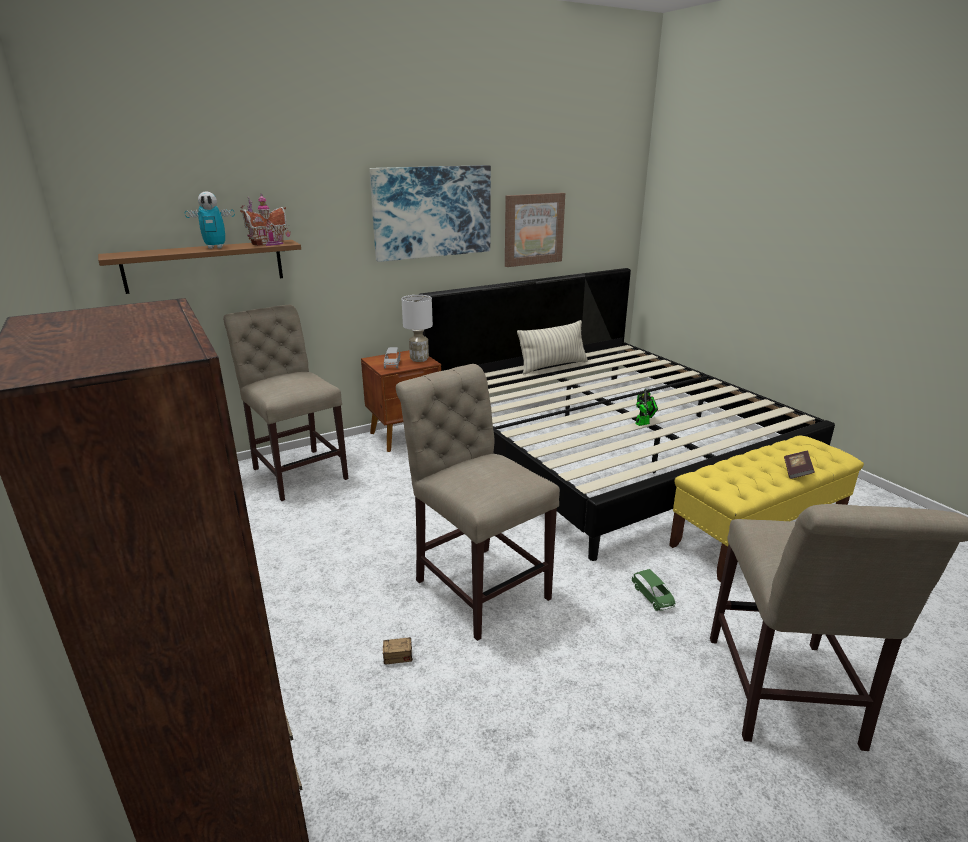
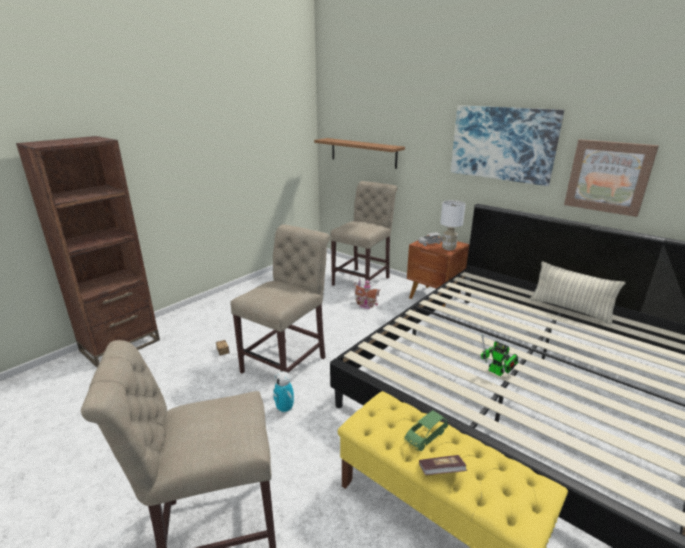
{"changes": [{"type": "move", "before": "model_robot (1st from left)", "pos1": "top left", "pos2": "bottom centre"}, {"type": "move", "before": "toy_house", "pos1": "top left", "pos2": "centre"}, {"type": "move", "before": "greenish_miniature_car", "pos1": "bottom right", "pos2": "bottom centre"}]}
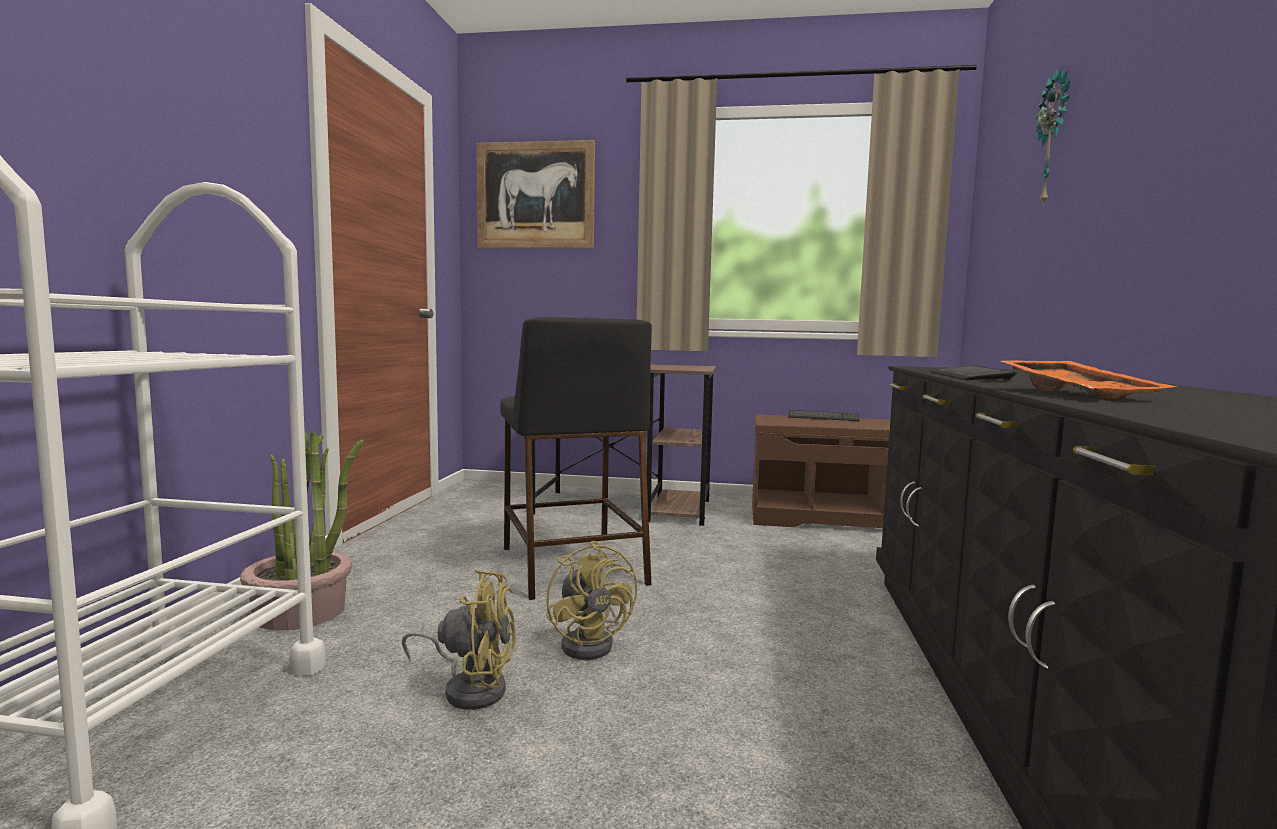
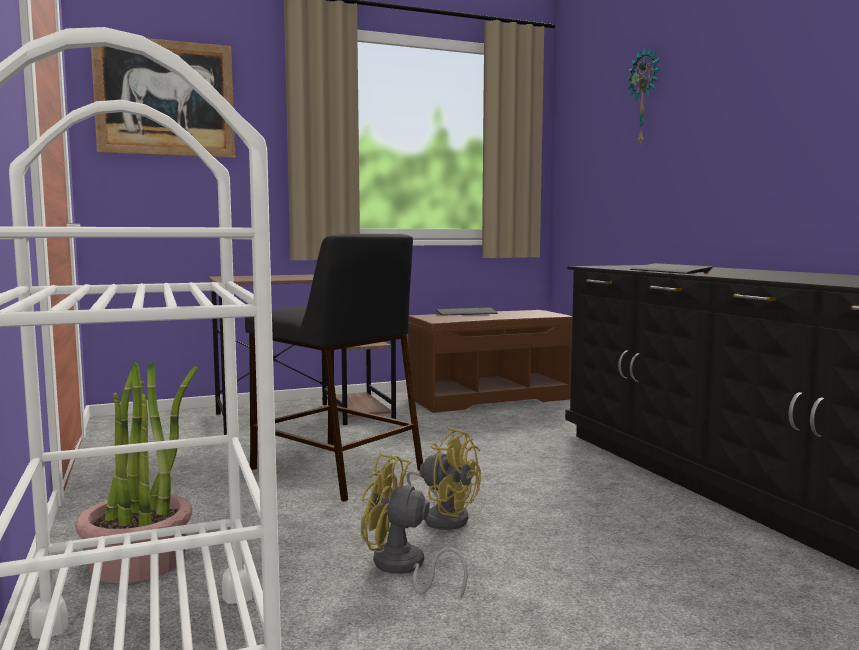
{"changes": [{"type": "rotate", "before": "yellow_electric_fan (1st from left)", "pos1": "bottom centre", "pos2": "bottom centre", "turn": -135}, {"type": "delete", "before": "orange_serving_tray", "pos1": "middle right"}]}
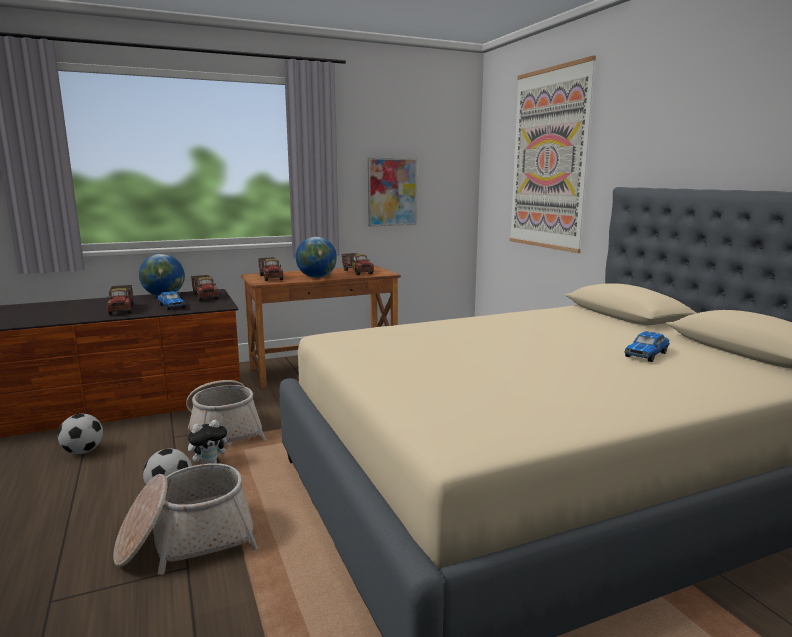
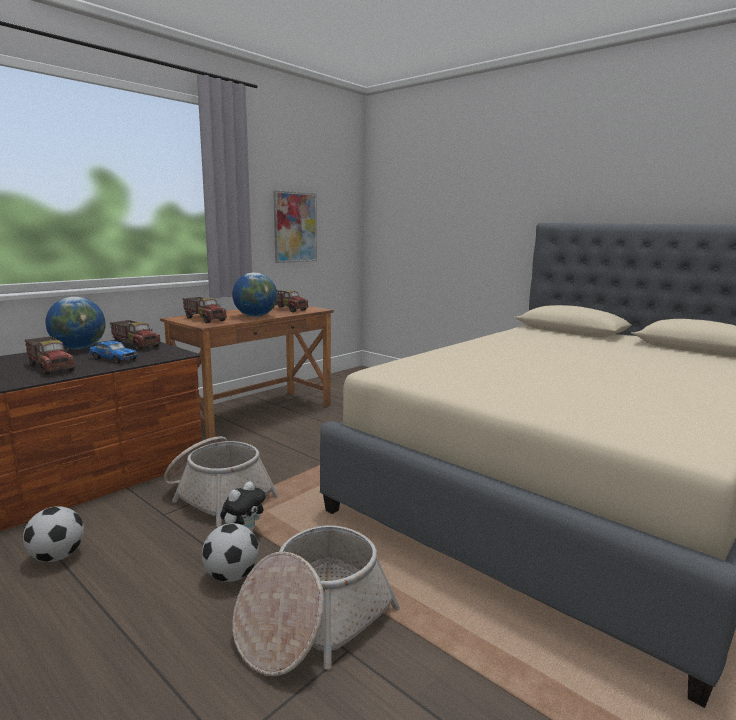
{"changes": [{"type": "delete", "before": "wall_picture (2nd from left)", "pos1": "top right"}, {"type": "delete", "before": "miniature_car (2nd from left)", "pos1": "middle right"}]}
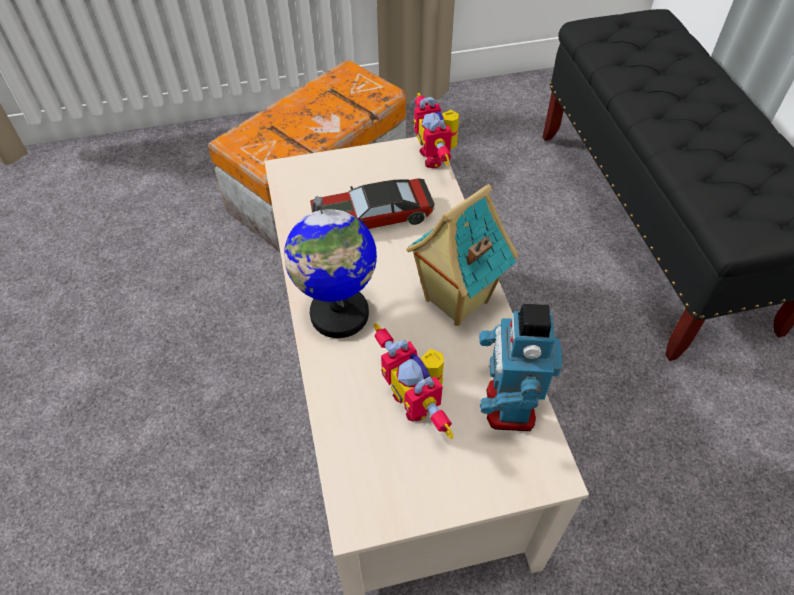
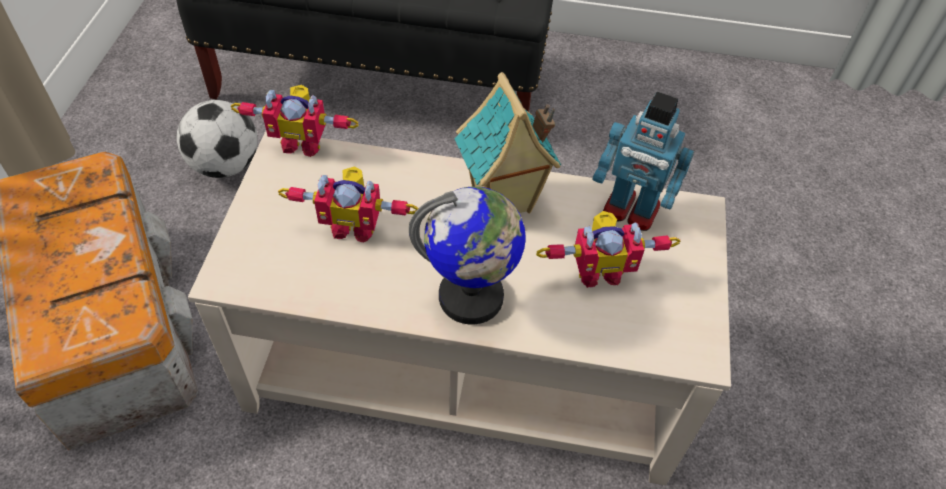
{"changes": [{"type": "replace", "before": "miniature_car", "after": "model_robot (2nd from left)", "pos1": "centre", "pos2": "centre"}, {"type": "insert", "after": "ball_for_football", "pos2": "top left"}]}
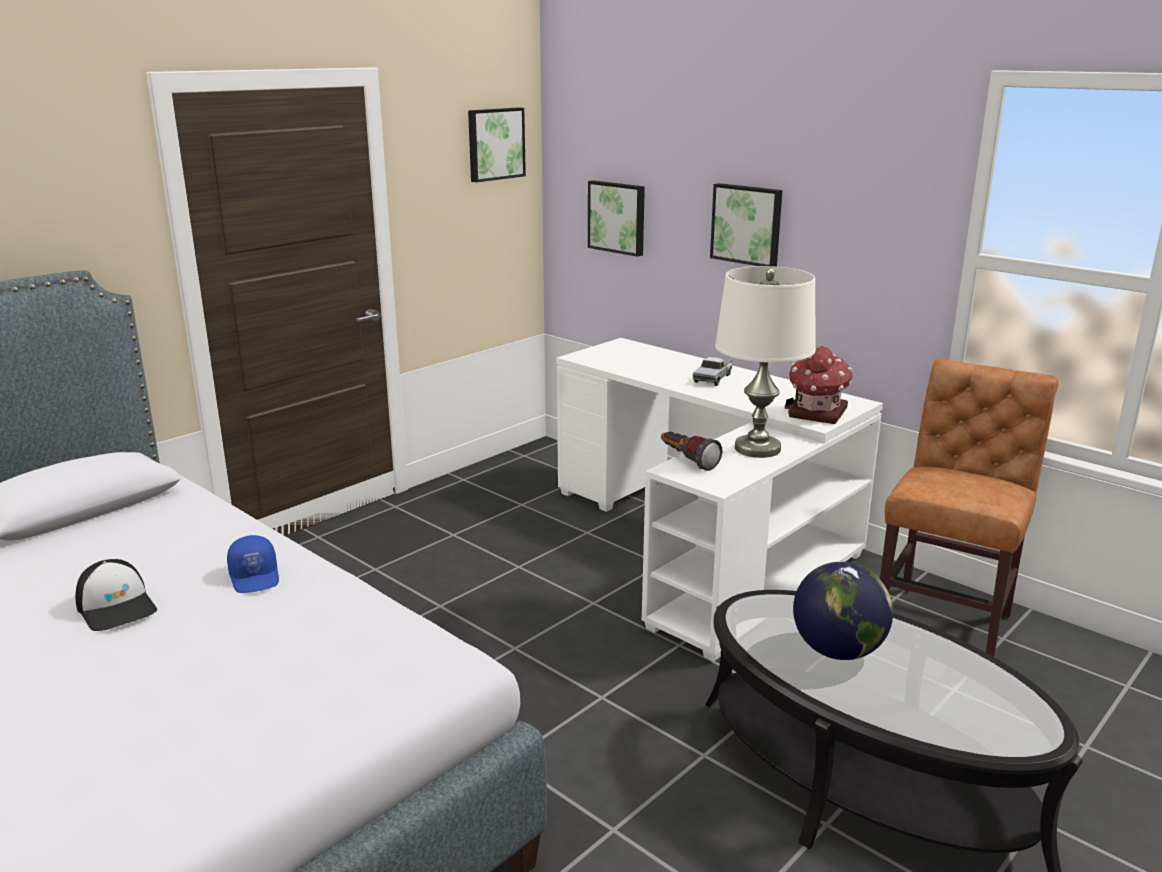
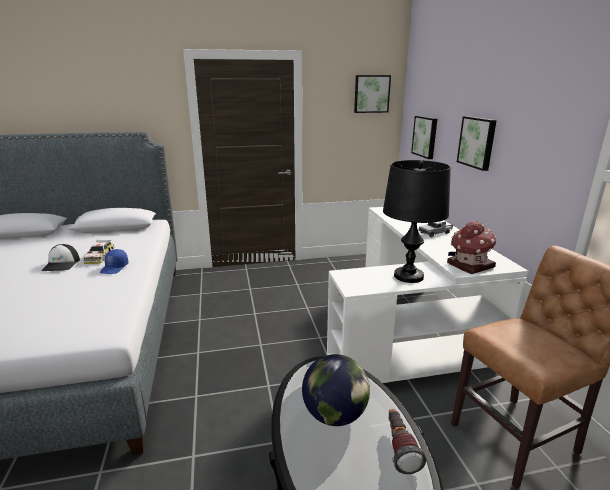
{"changes": [{"type": "move", "before": "torch", "pos1": "centre", "pos2": "bottom right"}, {"type": "recolor", "before": "white-coloured_lamp_for_a_table", "after": "blackish_lamp_for_a_table", "pos1": "centre", "pos2": "middle right"}, {"type": "insert", "after": "miniature_car", "pos2": "middle left"}]}
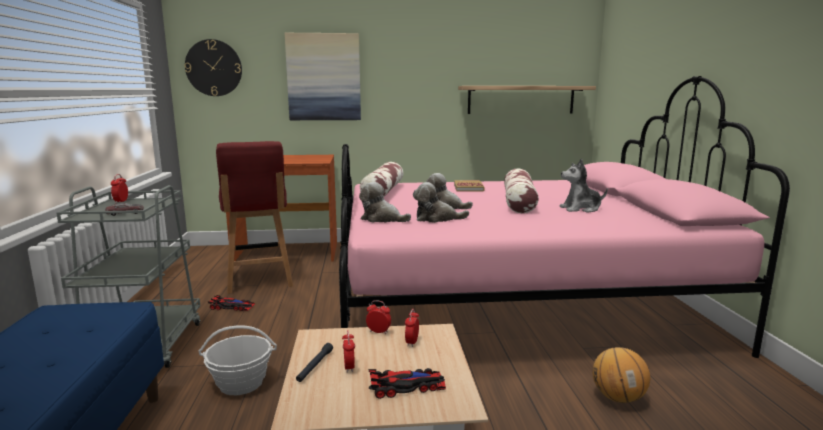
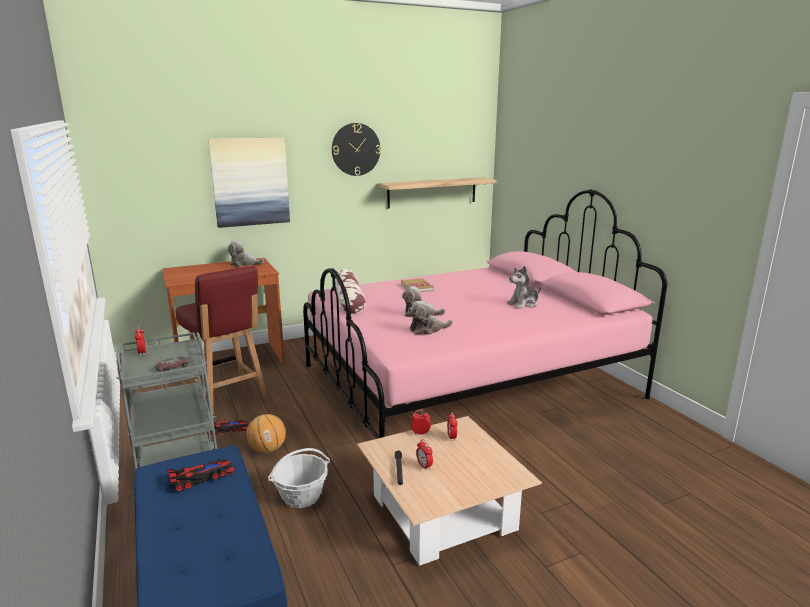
{"changes": [{"type": "move", "before": "wall_clock", "pos1": "top left", "pos2": "top centre"}, {"type": "move", "before": "cuddly_toy (1st from left)", "pos1": "centre", "pos2": "middle left"}, {"type": "move", "before": "miniature_car (3rd from left in the first image)", "after": "miniature_car (2nd from left)", "pos1": "bottom centre", "pos2": "bottom left"}, {"type": "delete", "before": "cushion (2nd from left)", "pos1": "centre"}, {"type": "move", "before": "basketball_ball", "pos1": "bottom right", "pos2": "bottom left"}]}
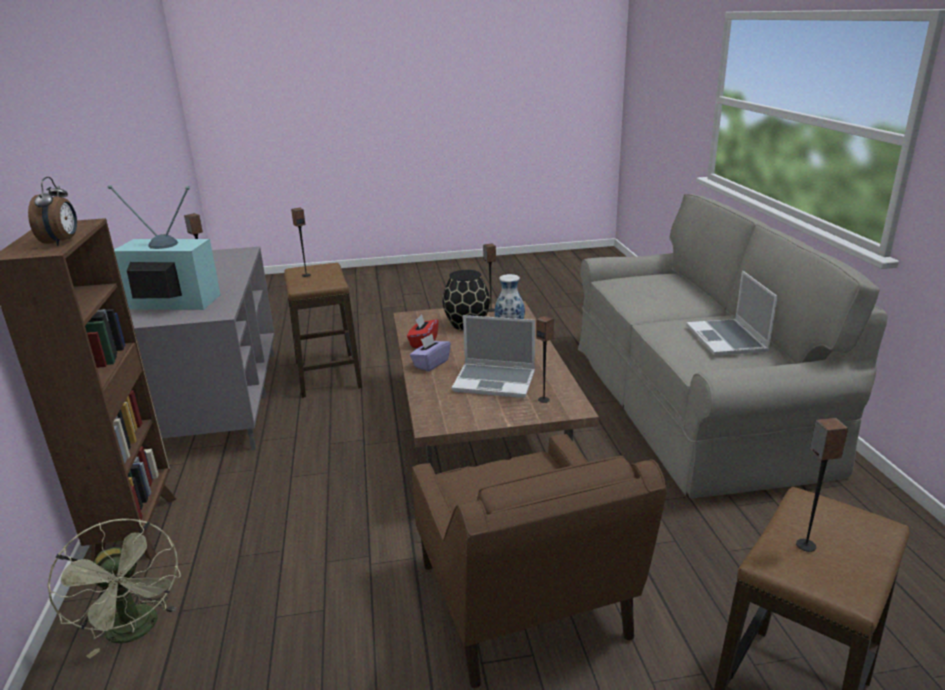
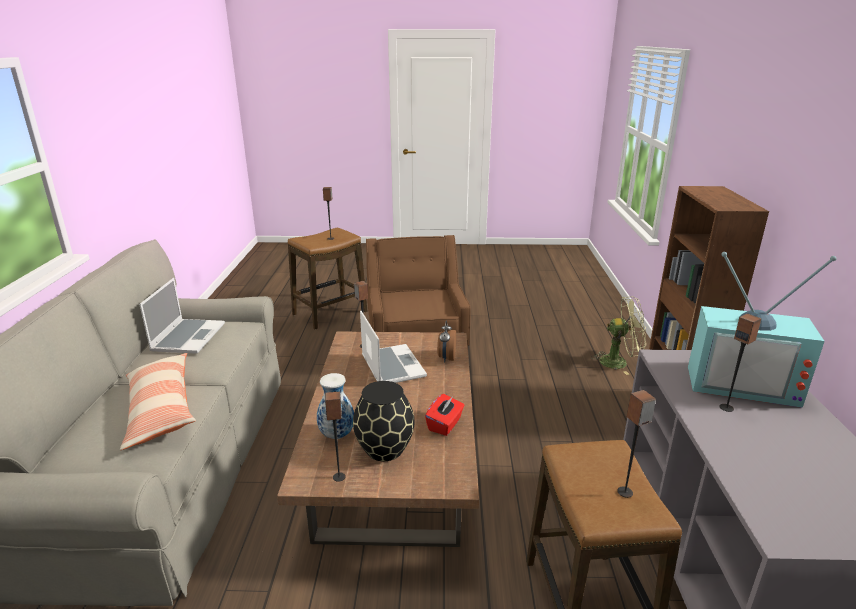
{"changes": [{"type": "move", "before": "bedside_clock", "pos1": "top left", "pos2": "centre"}, {"type": "rotate", "before": "greenish_electric_fan", "pos1": "bottom left", "pos2": "middle right", "turn": 120}, {"type": "delete", "before": "purple-coloured_box_of_tissues", "pos1": "centre"}, {"type": "rotate", "before": "portable_computer (1st from left in the first image)", "pos1": "centre", "pos2": "centre", "turn": 45}, {"type": "insert", "after": "cushion", "pos2": "middle left"}]}
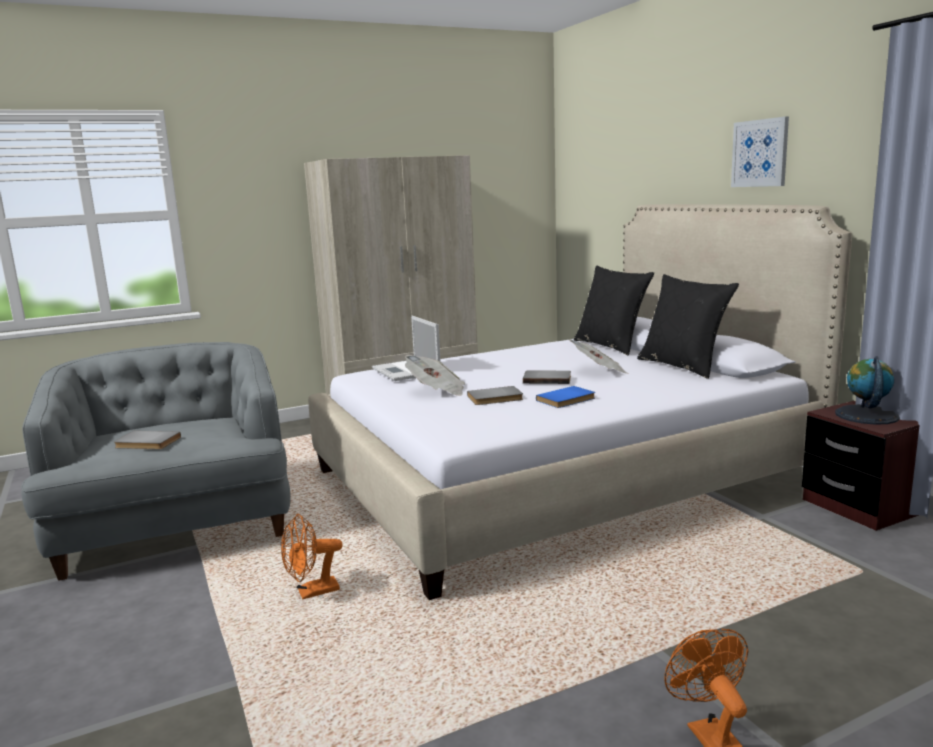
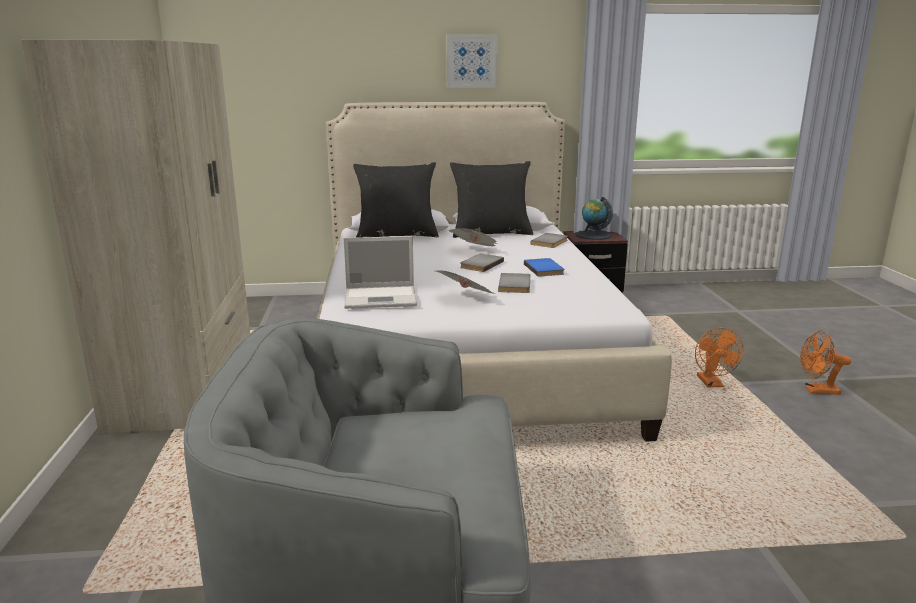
{"changes": [{"type": "move", "before": "grey_volume (1st from left in the first image)", "after": "grey_volume (3rd from left)", "pos1": "middle left", "pos2": "centre"}, {"type": "move", "before": "orange_electric_fan (1st from left)", "pos1": "bottom centre", "pos2": "middle right"}]}
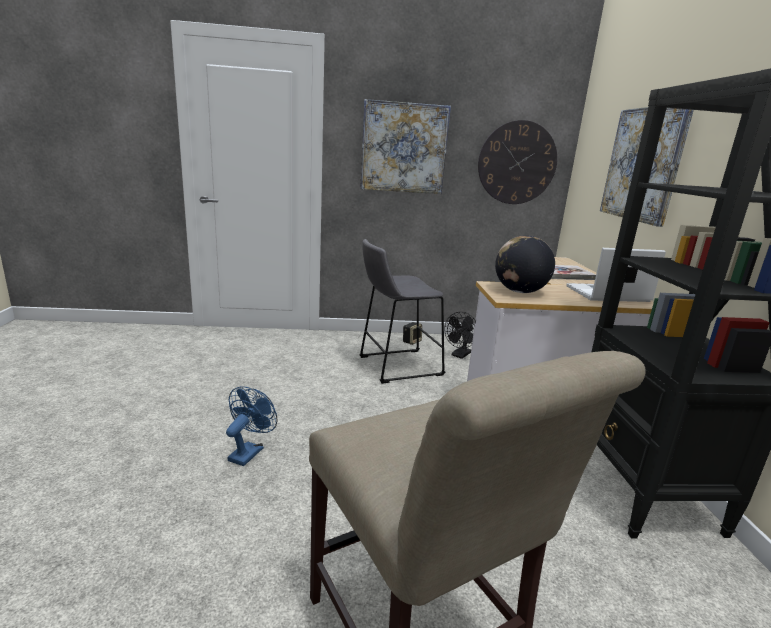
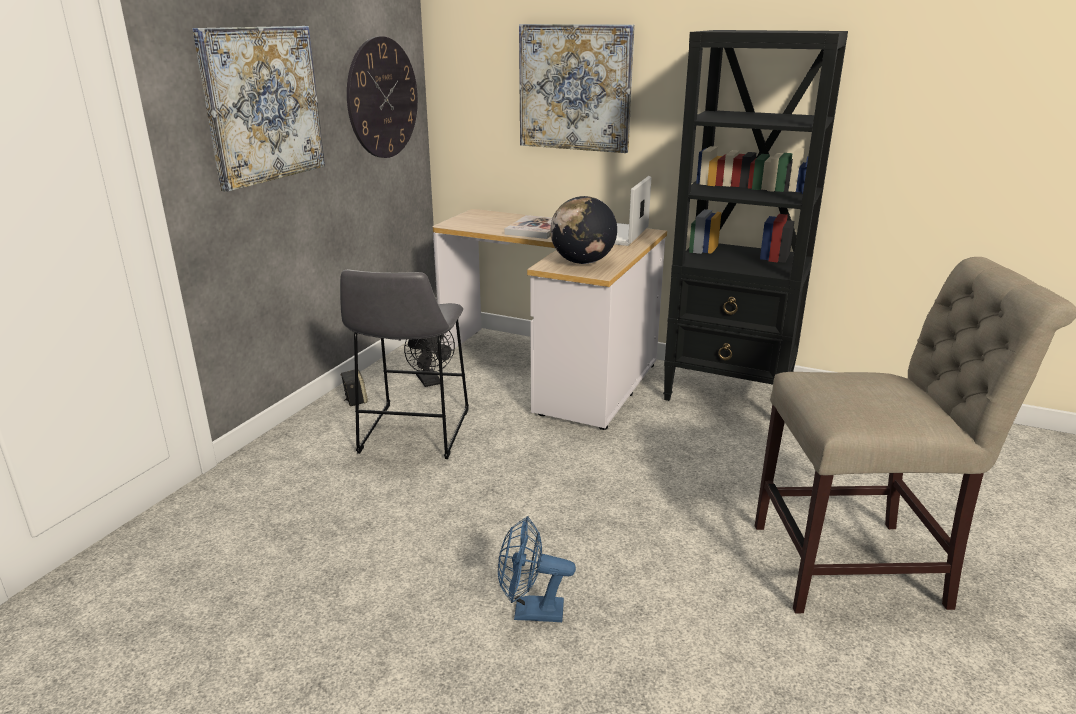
{"changes": [{"type": "rotate", "before": "blue_electric_fan", "pos1": "bottom left", "pos2": "bottom centre", "turn": -45}]}
